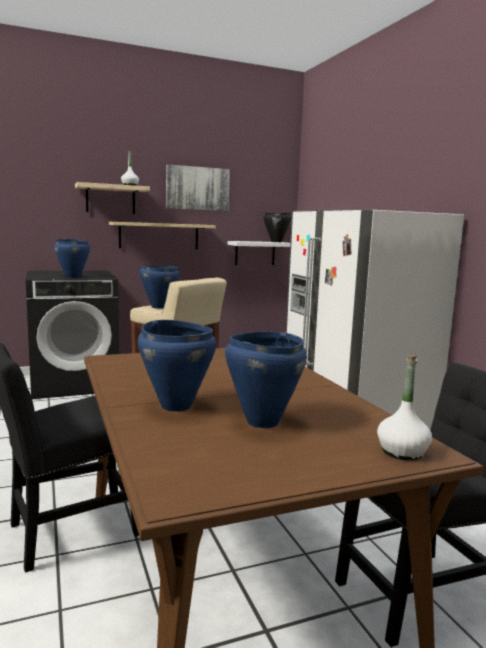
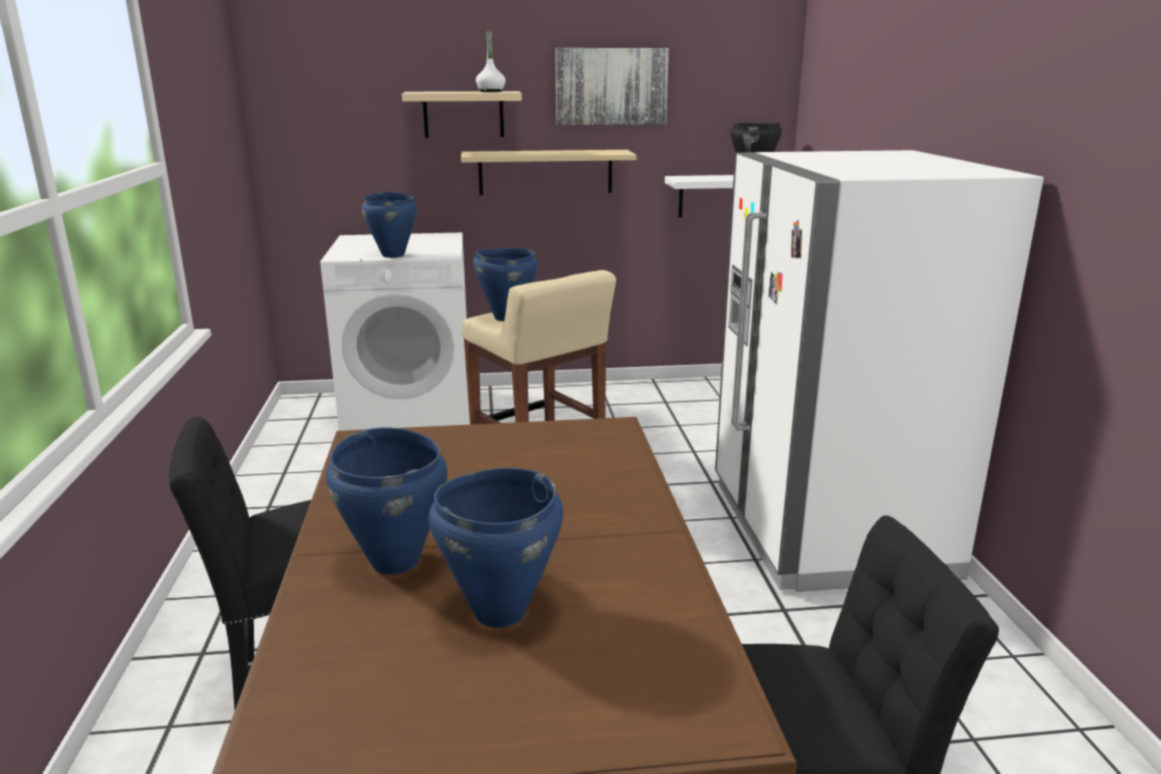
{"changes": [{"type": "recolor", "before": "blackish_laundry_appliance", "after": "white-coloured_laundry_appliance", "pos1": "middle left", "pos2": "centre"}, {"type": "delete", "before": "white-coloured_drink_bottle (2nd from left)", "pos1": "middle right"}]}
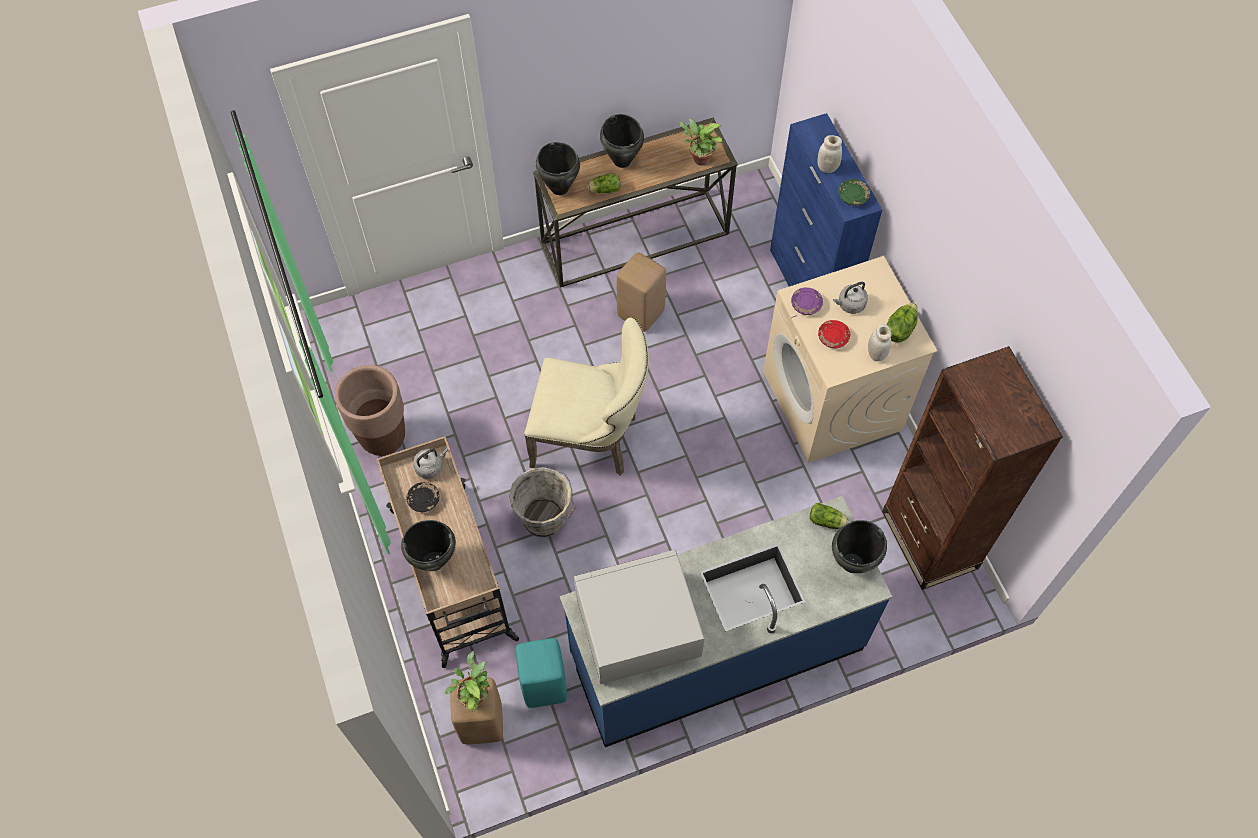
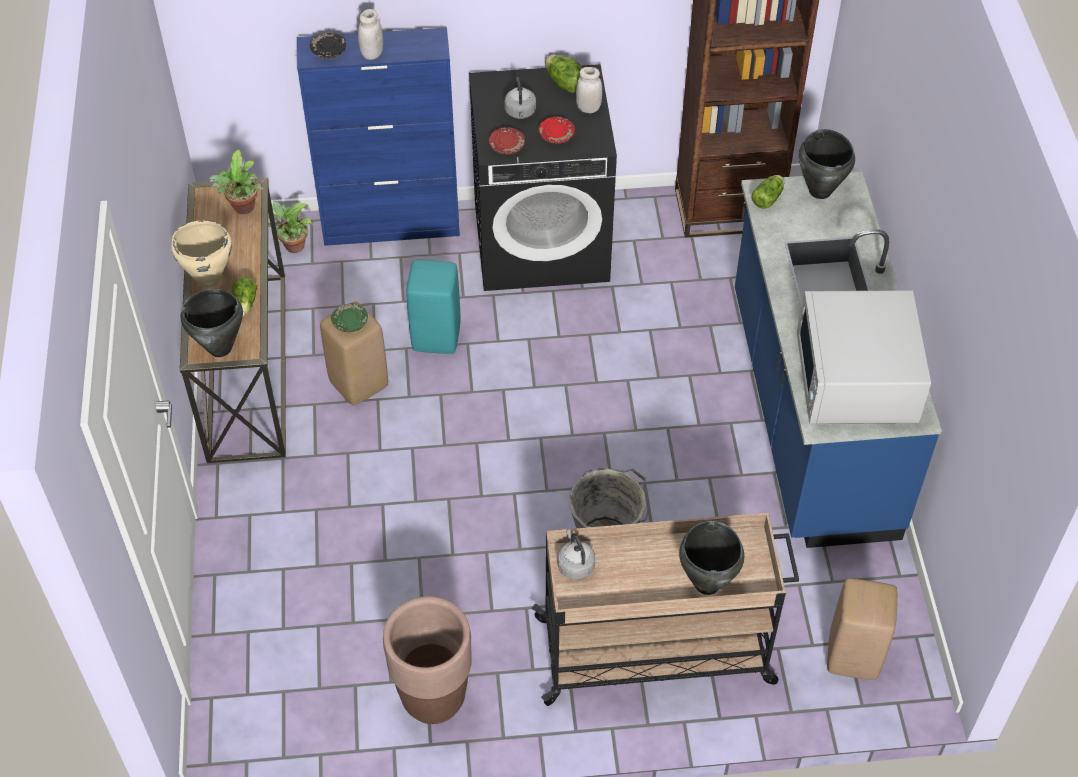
{"changes": [{"type": "move", "before": "blackish_dinner_plate", "pos1": "centre", "pos2": "top left"}, {"type": "move", "before": "potted_plant (1st from left in the first image)", "after": "potted_plant (2nd from left)", "pos1": "bottom centre", "pos2": "top left"}, {"type": "move", "before": "turquoise_sitting_stool", "pos1": "bottom centre", "pos2": "centre"}, {"type": "delete", "before": "beige-coloured_upright_chair", "pos1": "centre"}, {"type": "recolor", "before": "blackish_stockpot (3rd from left)", "after": "beige-coloured_stockpot", "pos1": "top centre", "pos2": "top left"}, {"type": "recolor", "before": "beige-coloured_laundry_appliance", "after": "blackish_laundry_appliance", "pos1": "middle right", "pos2": "top centre"}, {"type": "recolor", "before": "purple-coloured_dinner_plate", "after": "red_dinner_plate (1st from left)", "pos1": "centre", "pos2": "top centre"}, {"type": "move", "before": "greenish_dinner_plate", "pos1": "top right", "pos2": "middle left"}]}
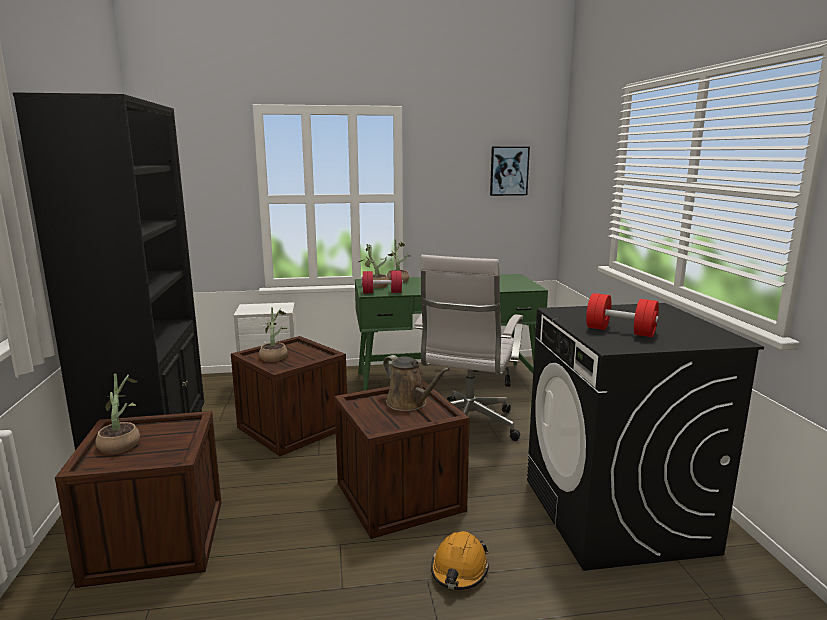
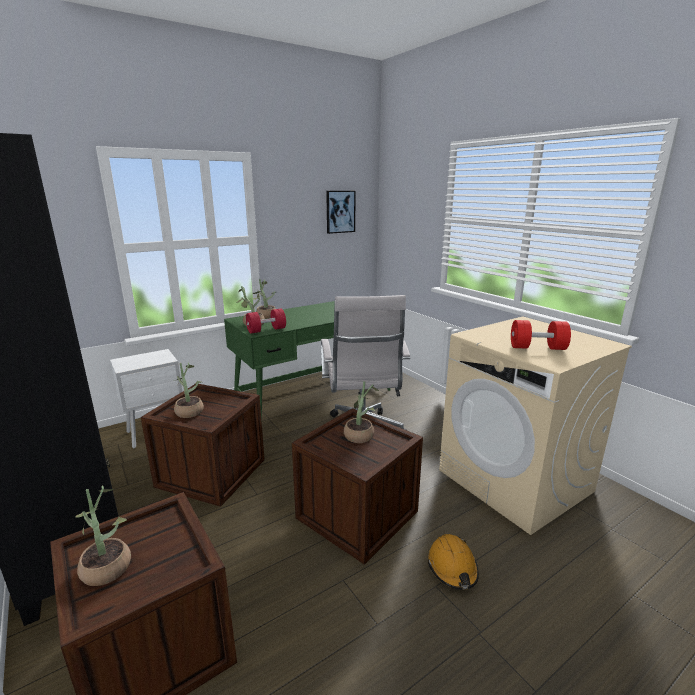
{"changes": [{"type": "replace", "before": "brown_watering_pot", "after": "potted_plant (5th from left)", "pos1": "centre", "pos2": "centre"}, {"type": "recolor", "before": "blackish_laundry_appliance", "after": "beige-coloured_laundry_appliance", "pos1": "bottom right", "pos2": "middle right"}]}
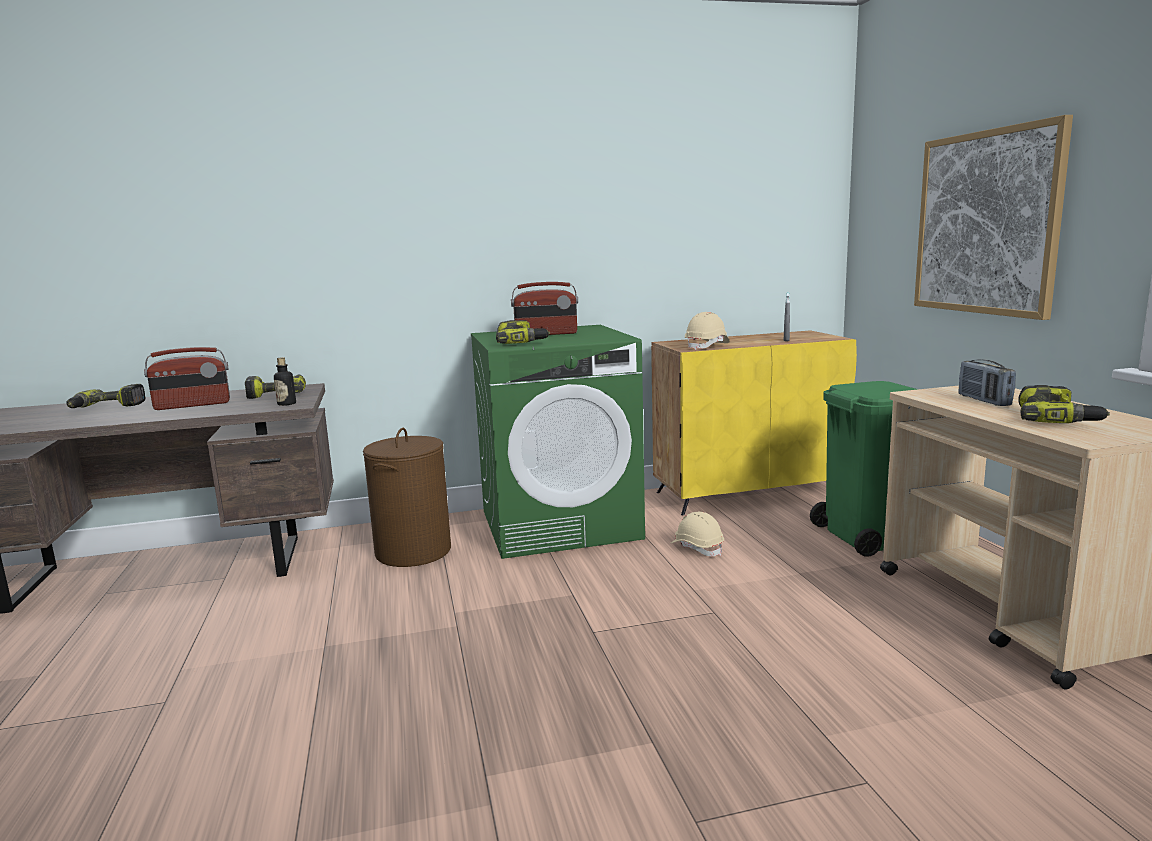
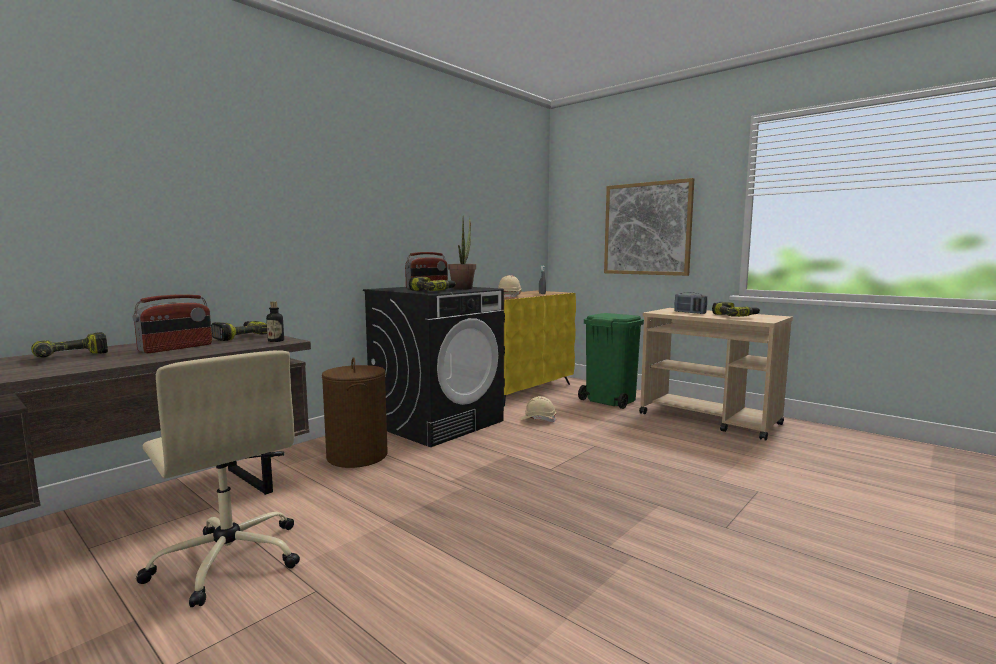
{"changes": [{"type": "recolor", "before": "greenish_laundry_appliance", "after": "blackish_laundry_appliance", "pos1": "centre", "pos2": "centre"}, {"type": "insert", "after": "beige-coloured_desk_chair", "pos2": "bottom left"}, {"type": "insert", "after": "potted_plant", "pos2": "centre"}]}
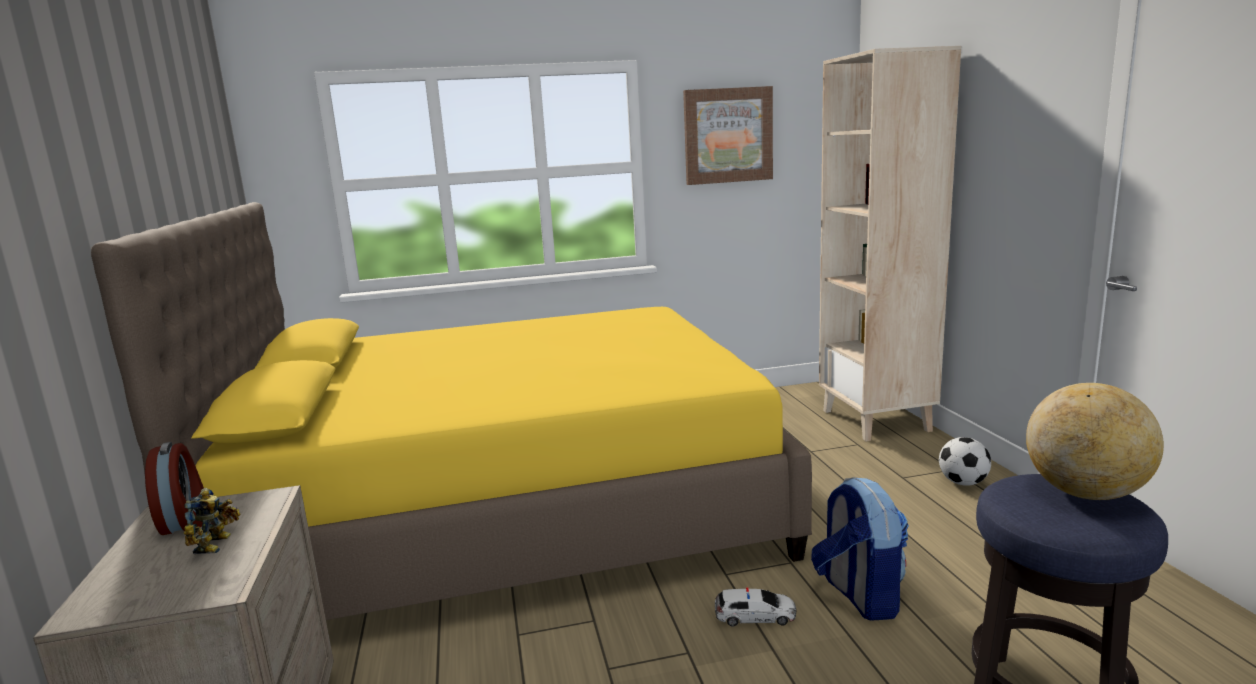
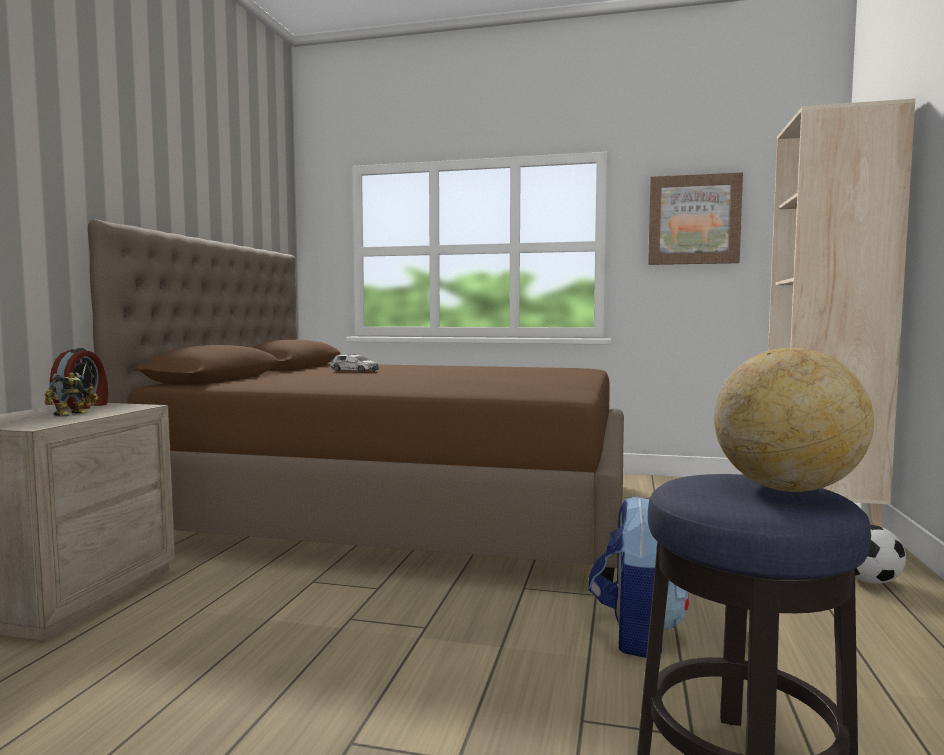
{"changes": [{"type": "recolor", "before": "yellow_bed", "after": "brown_bed", "pos1": "centre", "pos2": "centre"}, {"type": "move", "before": "miniature_car", "pos1": "bottom centre", "pos2": "centre"}]}
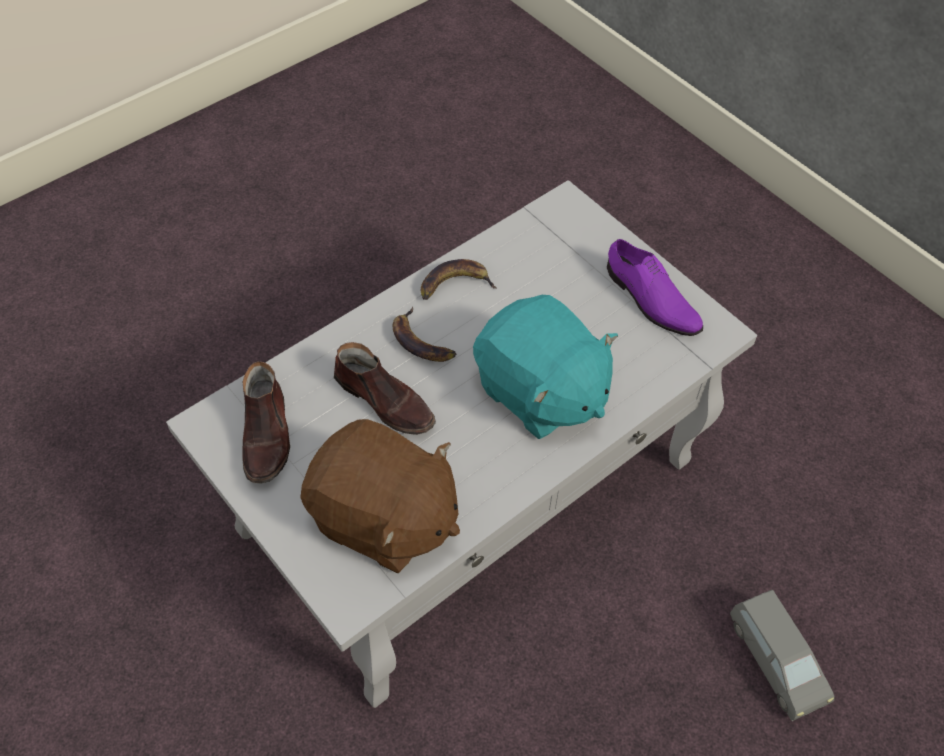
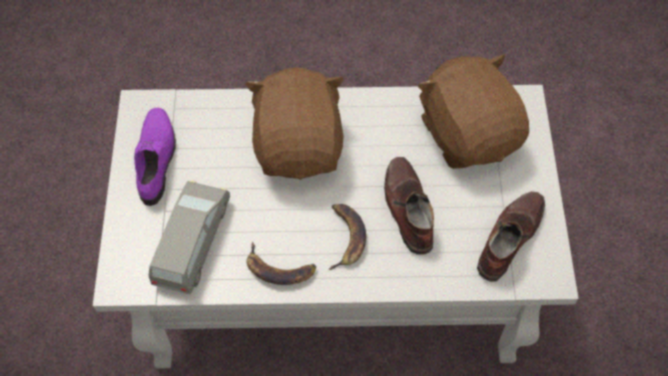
{"changes": [{"type": "recolor", "before": "turquoise_cuddly_toy", "after": "brown_cuddly_toy (1st from left)", "pos1": "centre", "pos2": "top centre"}, {"type": "move", "before": "grey_miniature_car", "pos1": "bottom right", "pos2": "middle left"}]}
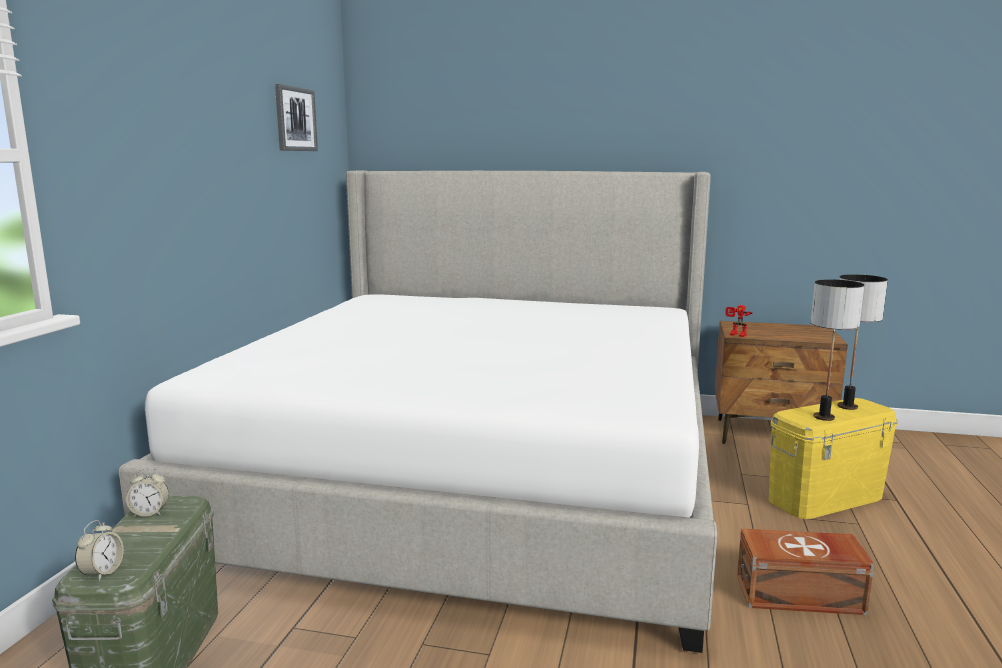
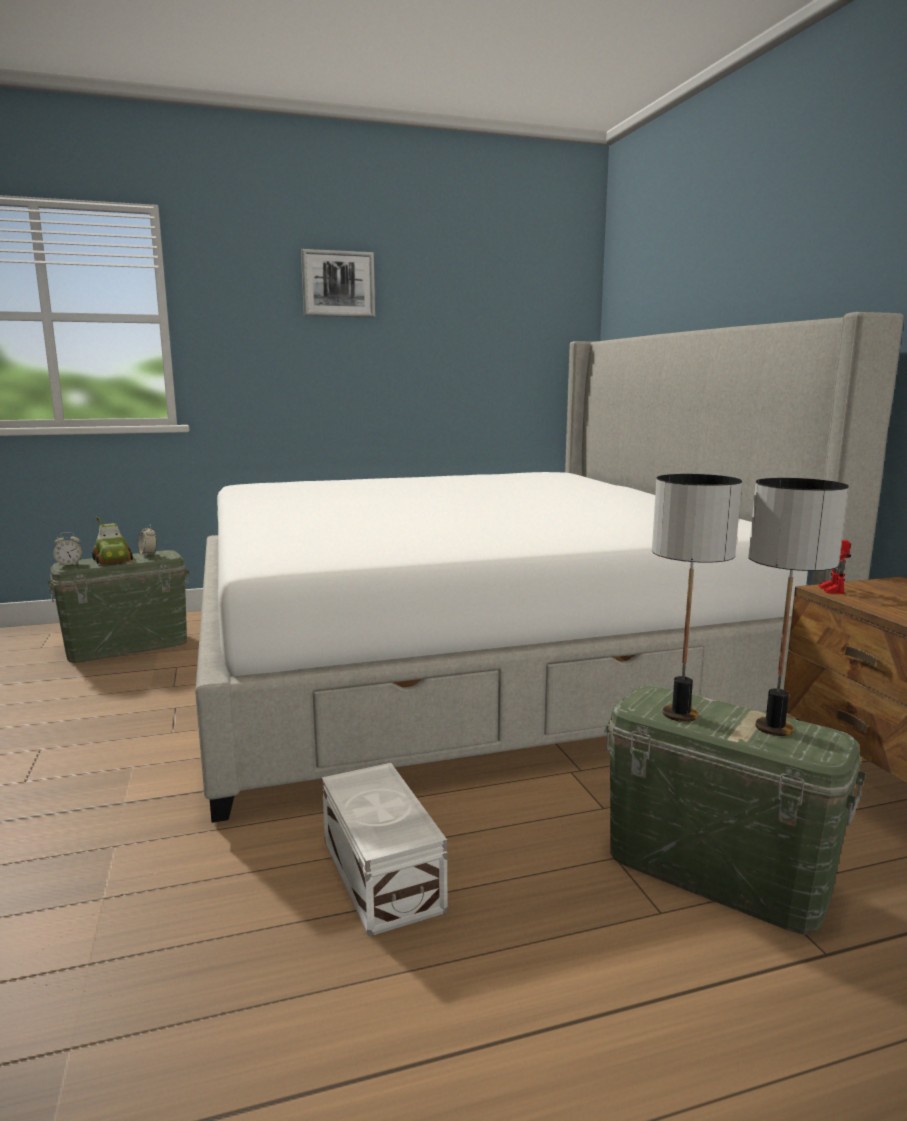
{"changes": [{"type": "move", "before": "wall_picture", "pos1": "top left", "pos2": "top centre"}, {"type": "recolor", "before": "brown_storage_bin", "after": "white-coloured_storage_bin", "pos1": "bottom right", "pos2": "bottom centre"}, {"type": "recolor", "before": "yellow_storage_bin", "after": "greenish_storage_bin (2nd from left)", "pos1": "bottom right", "pos2": "bottom right"}, {"type": "insert", "after": "miniature_car", "pos2": "middle left"}]}
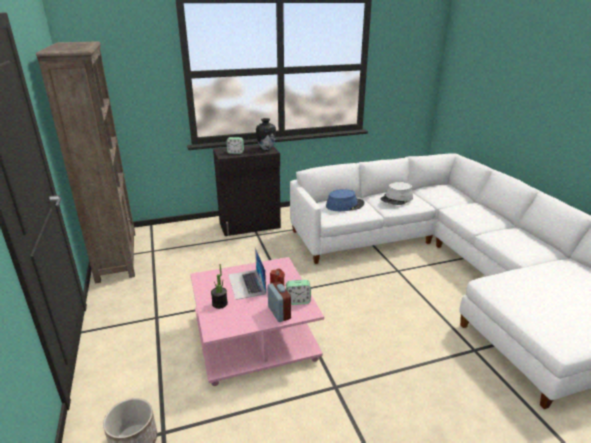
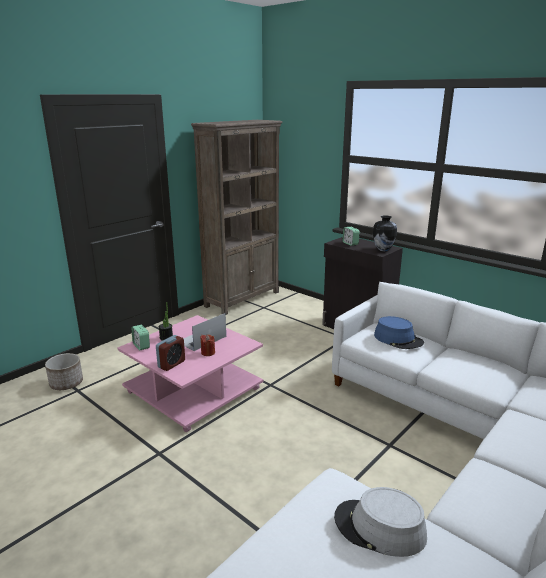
{"changes": [{"type": "move", "before": "bedside_clock (3rd from left in the first image)", "after": "bedside_clock (1st from left)", "pos1": "centre", "pos2": "middle left"}, {"type": "move", "before": "grey_wearable_hat", "pos1": "middle right", "pos2": "bottom right"}]}
